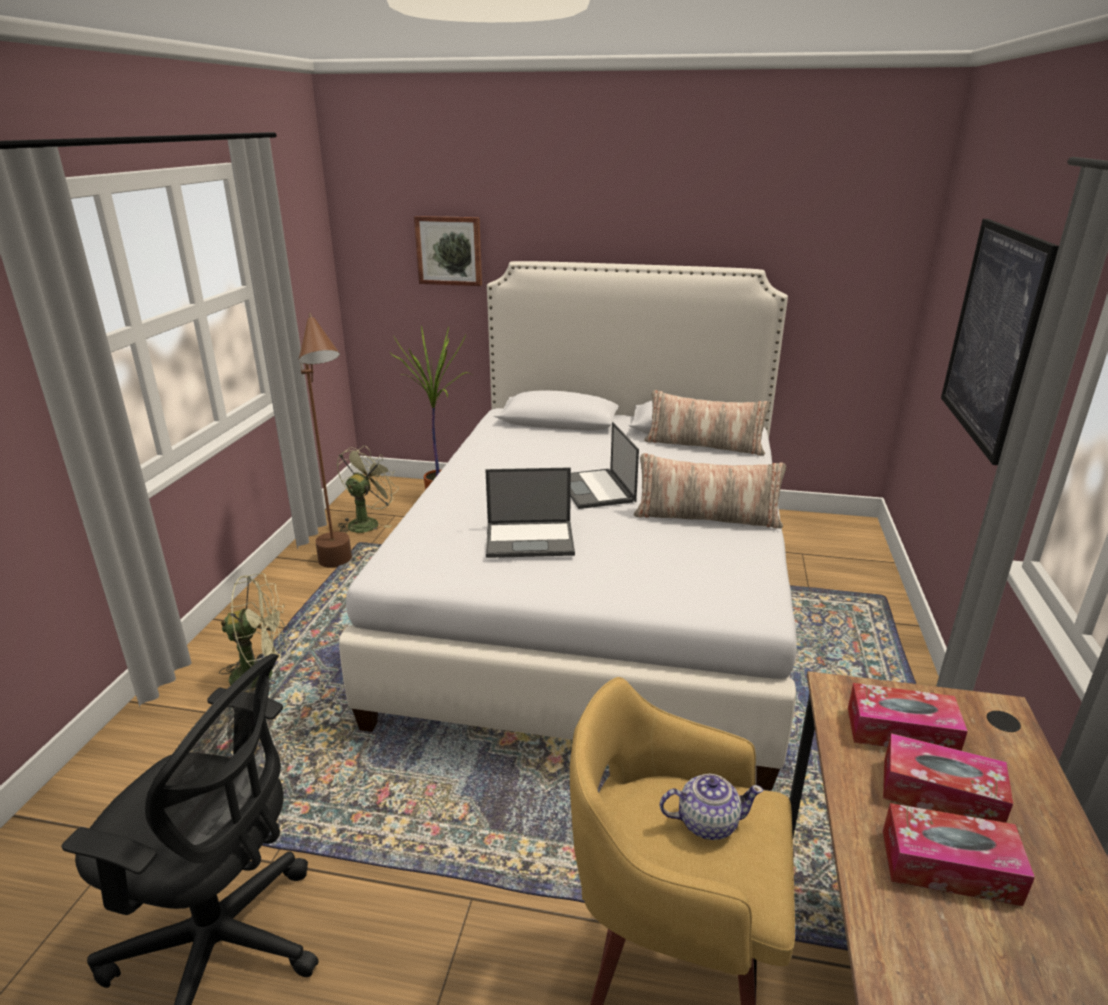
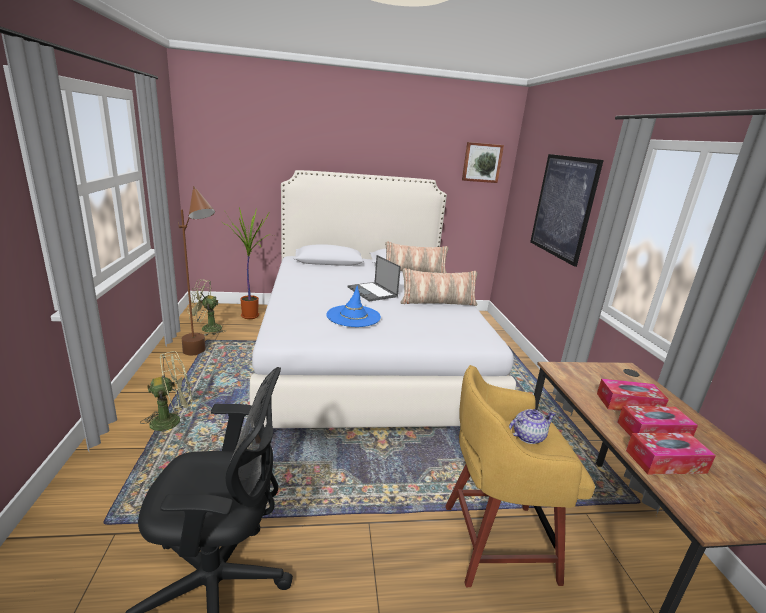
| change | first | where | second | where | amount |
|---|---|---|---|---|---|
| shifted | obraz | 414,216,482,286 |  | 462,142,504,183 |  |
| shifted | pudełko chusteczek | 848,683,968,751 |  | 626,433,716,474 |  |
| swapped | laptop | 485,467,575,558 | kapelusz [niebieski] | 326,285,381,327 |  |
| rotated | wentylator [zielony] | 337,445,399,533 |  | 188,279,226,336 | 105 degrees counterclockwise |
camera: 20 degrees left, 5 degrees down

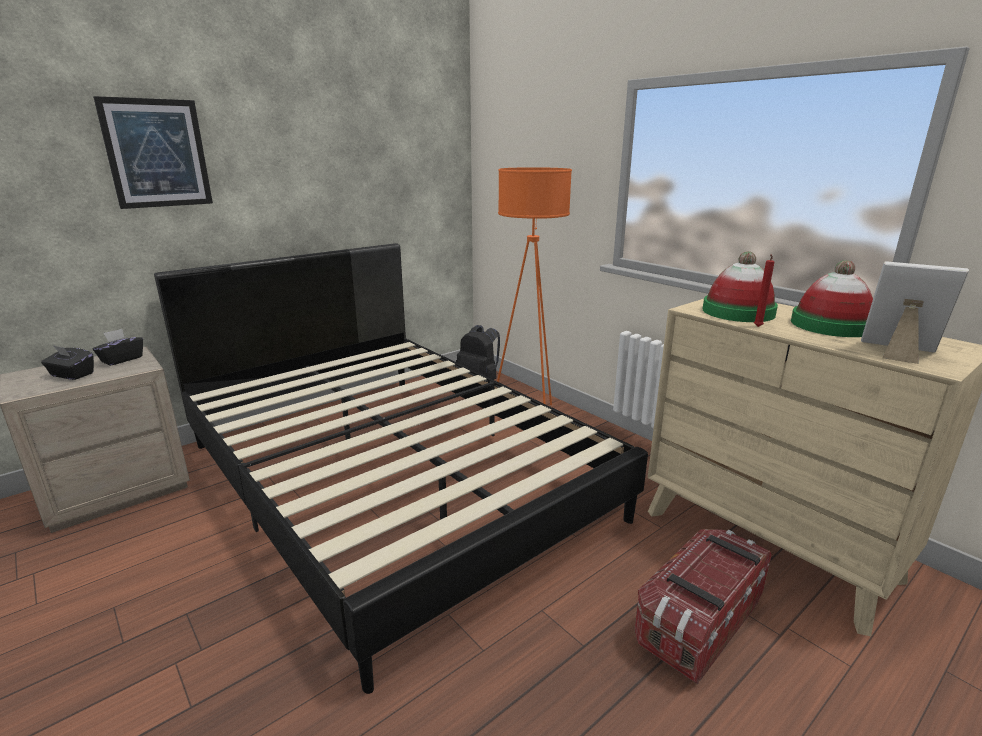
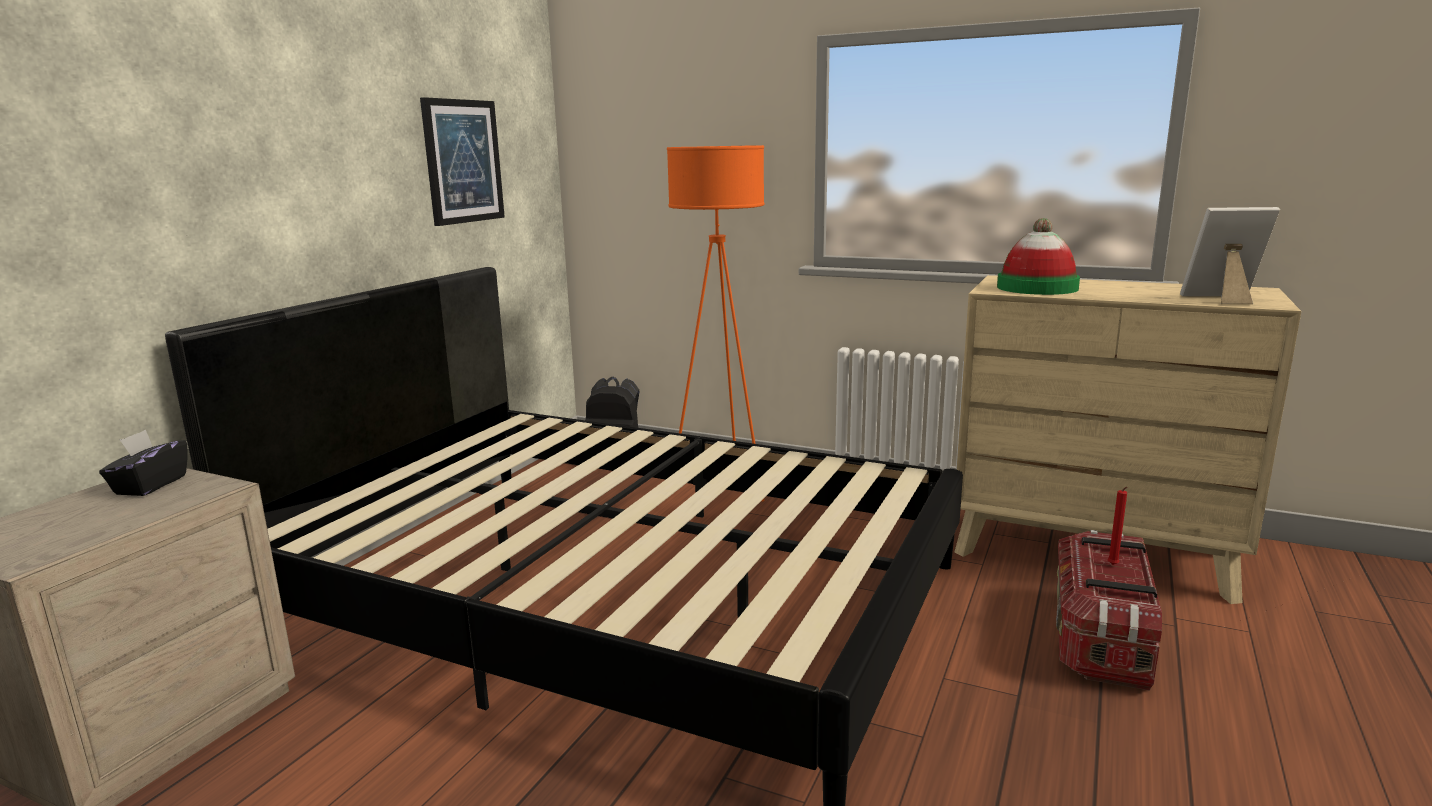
| change | first | where | second | where | amount |
|---|---|---|---|---|---|
| gone | pudełko chusteczek [czarny] | 41,345,94,380 |  |  |  |
| gone | kapelusz | 791,260,873,337 |  |  |  |
| shifted | obraz | 93,96,213,209 |  | 420,97,505,226 |  |
| shifted | świeca [czerwony] | 754,255,775,327 |  | 1108,487,1127,565 |  |
camera: 25 degrees left, 5 degrees down

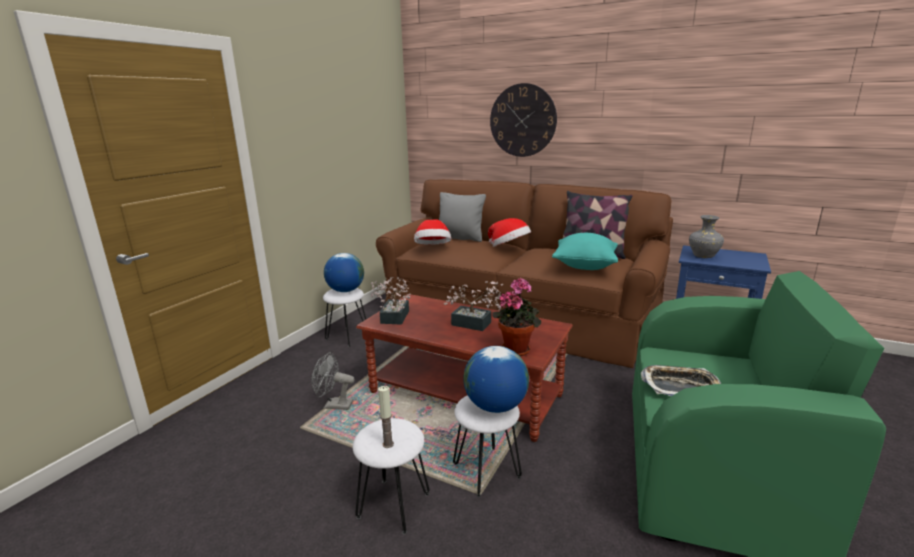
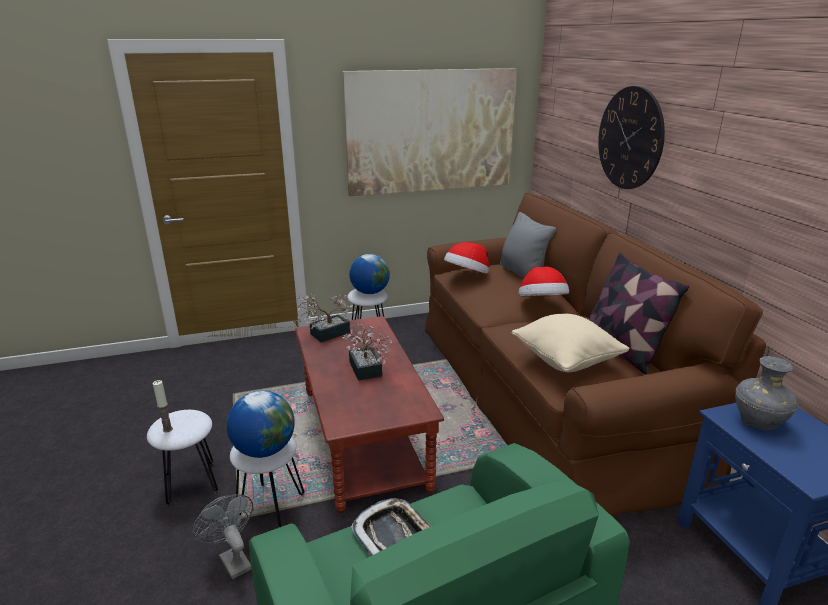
| change | first | where | second | where | amount |
|---|---|---|---|---|---|
| gone | roślina doniczkowa | 492,278,541,356 |  |  |  |
| new |  |  | obraz | 343,68,517,196 |  |
| shifted | wentylator [szary] | 311,352,355,410 |  | 193,494,253,580 |  |
| repainted | poduszka [turkusowy] | 552,233,618,270 | poduszka [beżowy] | 512,314,630,372 |  |
camera: 45 degrees right, 5 degrees up

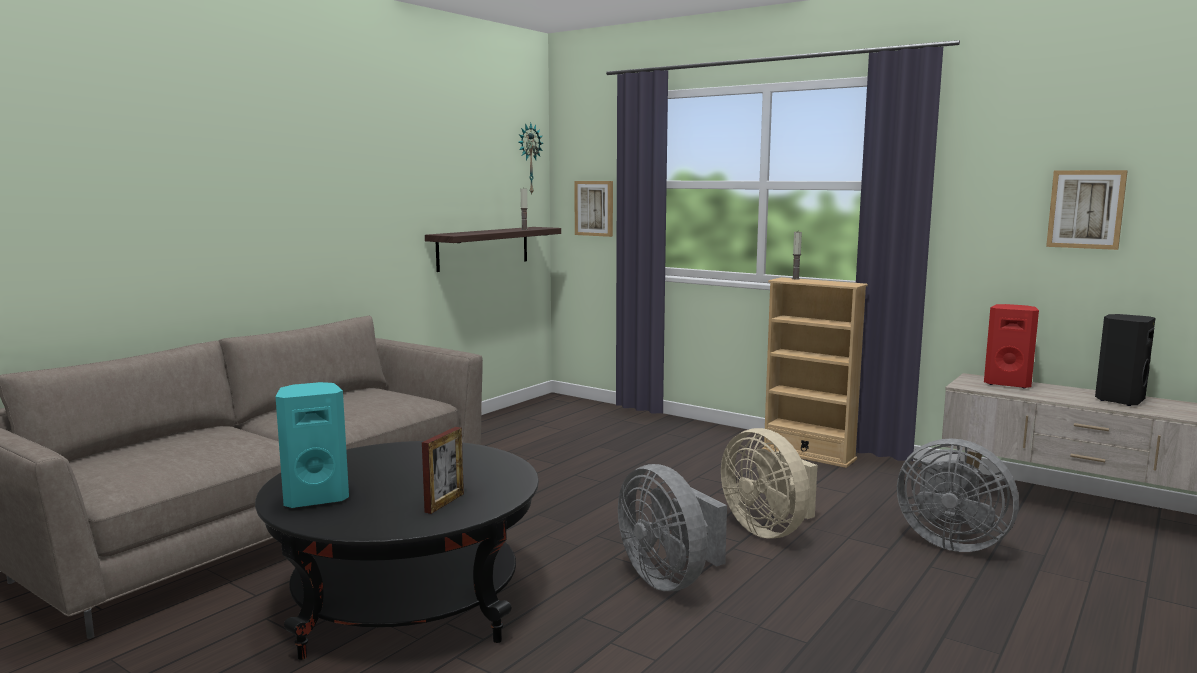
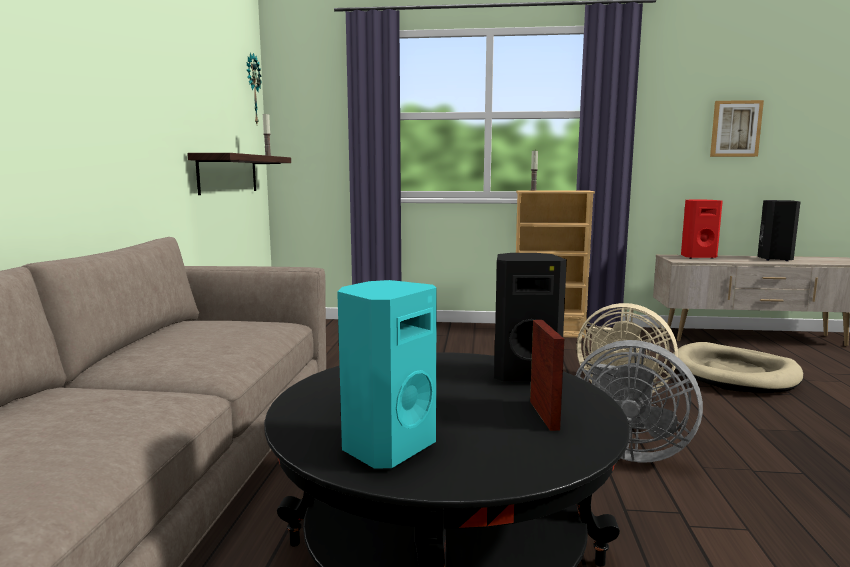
| change | first | where | second | where | amount |
|---|---|---|---|---|---|
| gone | obraz | 574,181,613,237 |  |  |  |
| new |  |  | głośnik [czarny] | 494,253,567,382 |  |
| swapped | wentylator [szary] | 897,438,1019,552 | legowisko [beżowy] | 670,342,803,393 |  |
camera: 30 degrees left, 0 degrees up

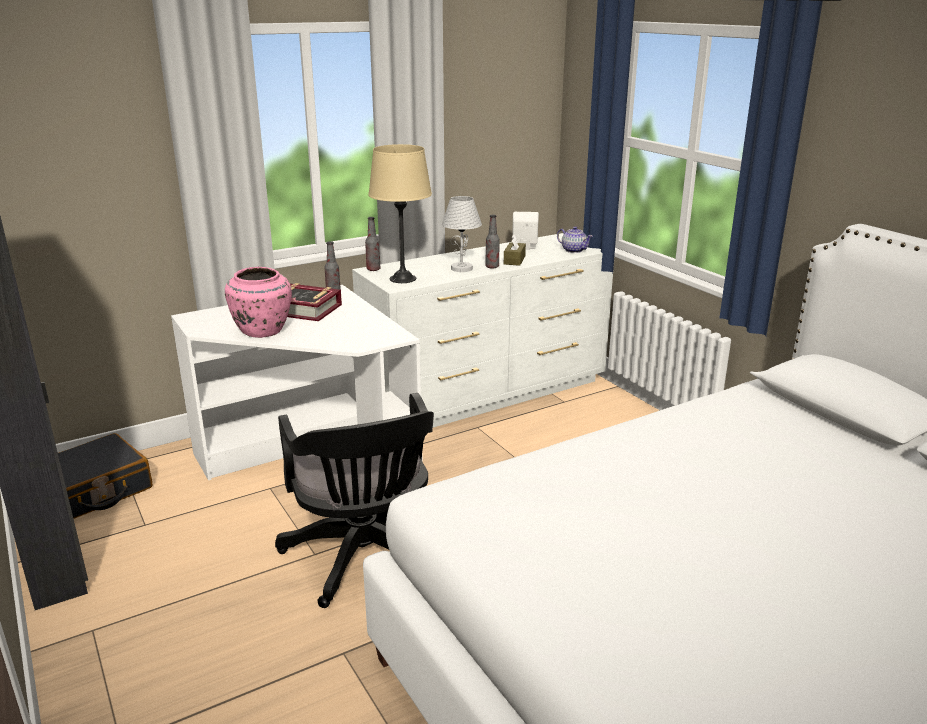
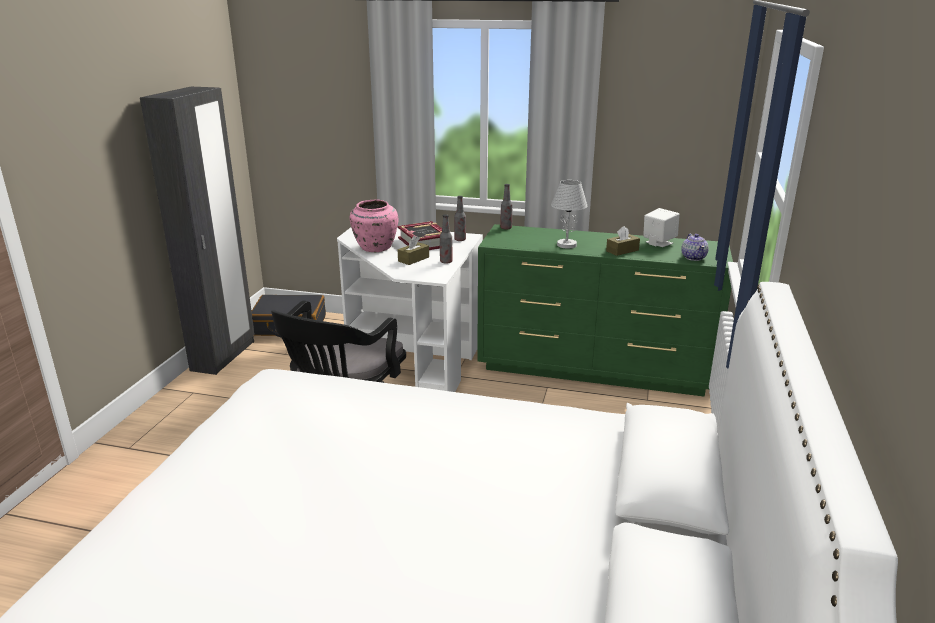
| change | first | where | second | where | amount |
|---|---|---|---|---|---|
| gone | lampa stołowa [beżowy] | 368,144,432,283 |  |  |  |
| new |  |  | pudełko chusteczek [brązowy] | 398,236,429,265 |  |
| shifted | butelka | 485,215,500,269 |  | 440,214,453,264 |  |
| repainted | komoda [biały] | 352,233,614,427 | komoda [zielony] | 477,224,733,397 |  |
camera: 45 degrees right, 0 degrees up

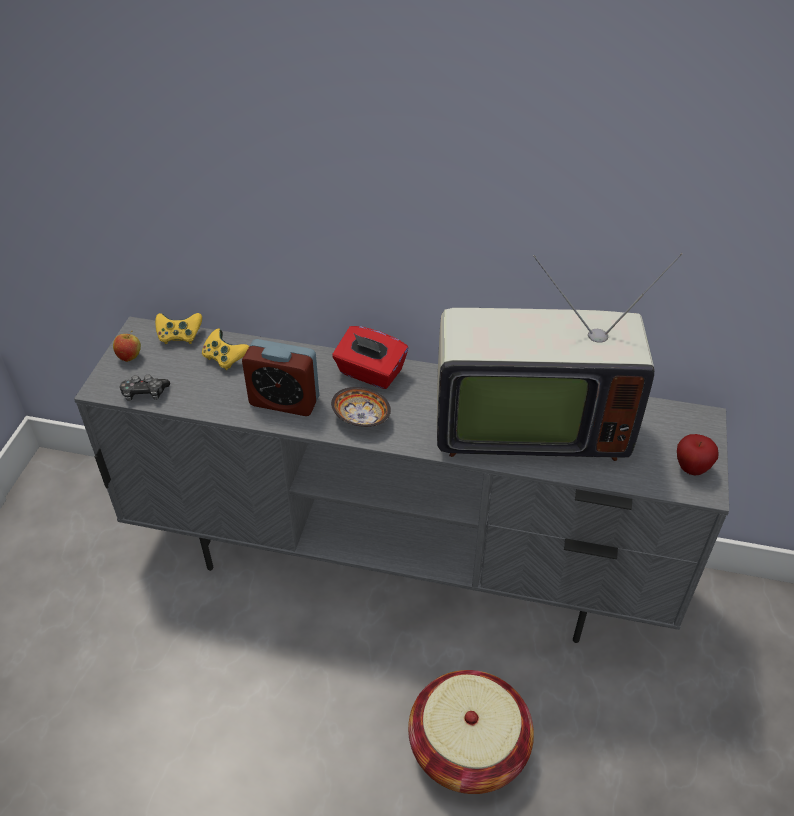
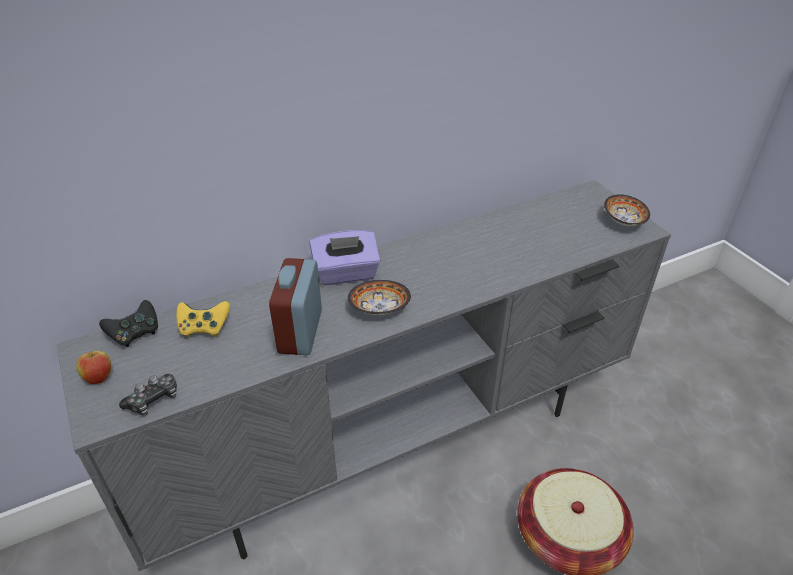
| change | first | where | second | where | amount |
|---|---|---|---|---|---|
| gone | telewizor | 437,253,683,461 |  |  |  |
| swapped | jabłko | 677,434,719,475 | miska | 604,195,650,226 |  |
| repainted | pad do gier [żółty] | 155,313,202,344 | pad do gier [czarny] | 99,300,158,347 |  |
| repainted | pudełko chusteczek [czerwony] | 332,326,408,389 | pudełko chusteczek [fioletowy] | 309,230,381,285 |  |
| rotated | budzik | 242,339,319,416 |  | 269,258,322,355 | 120 degrees clockwise |
camera: 40 degrees left, 5 degrees down

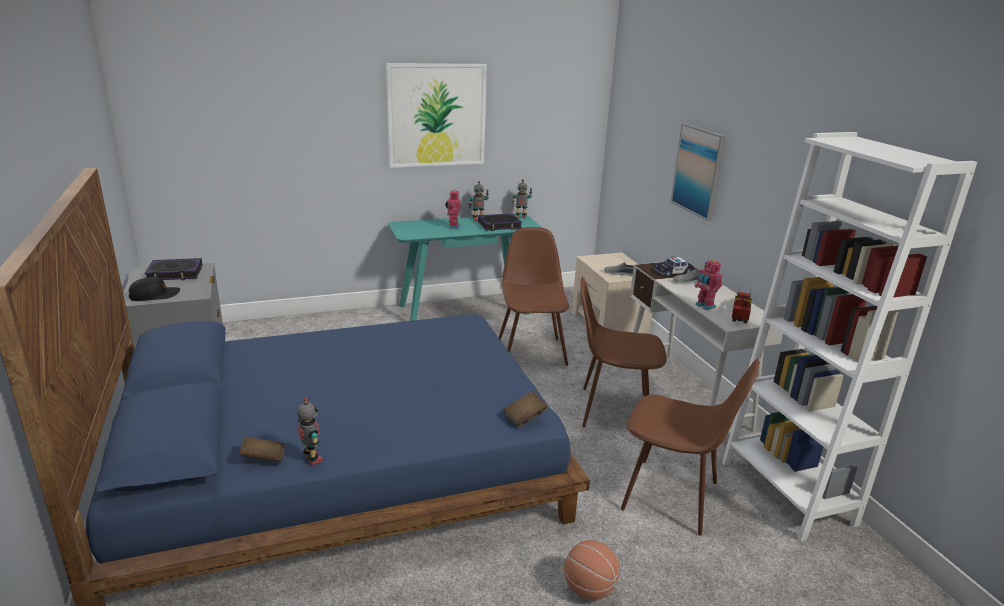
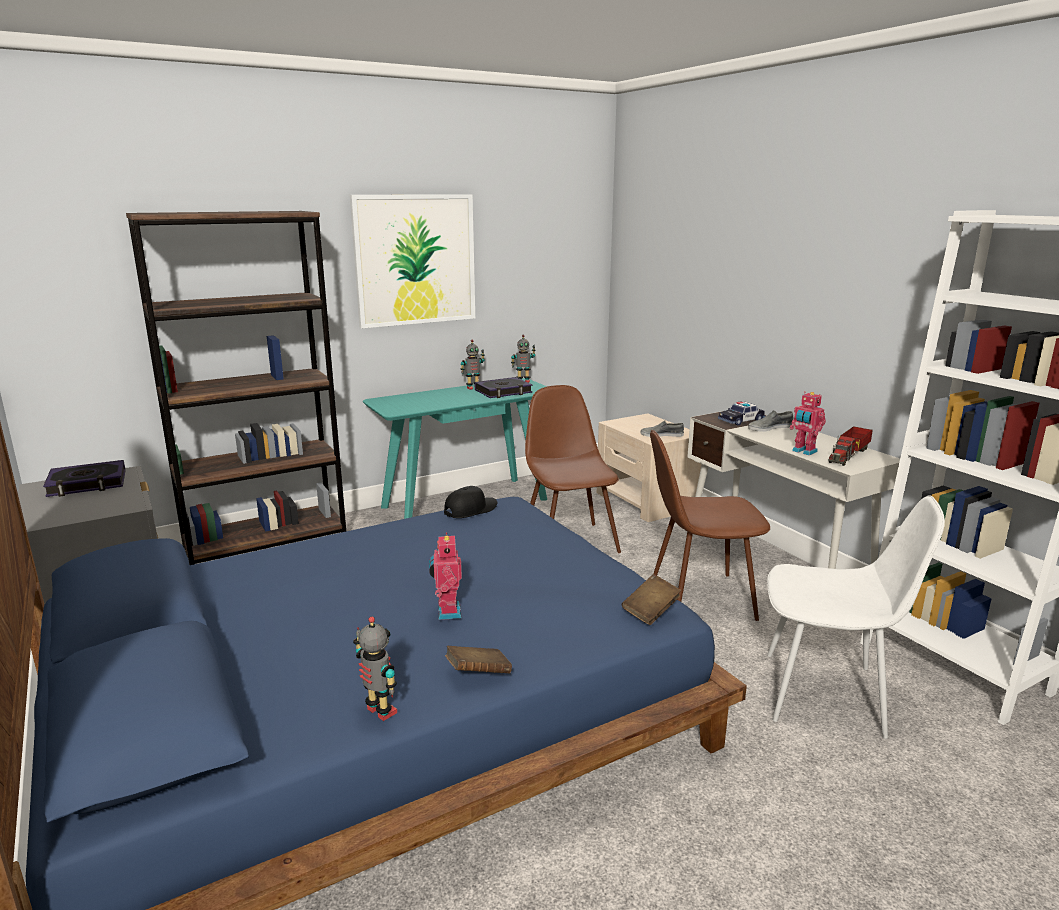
| change | first | where | second | where | amount |
|---|---|---|---|---|---|
| gone | piłka do koszykówki | 564,540,620,600 |  |  |  |
| gone | obraz | 671,124,726,221 |  |  |  |
| new |  |  | regał [brązowy] | 126,211,346,565 |  |
| shifted | czapka z daszkiem [czarny] | 128,277,180,301 |  | 444,486,497,518 |  |
| shifted | książka [brązowy] | 239,436,285,462 |  | 445,646,512,673 |  |
| shifted | robot zabawkowy | 446,190,461,229 |  | 429,532,462,620 |  |
| repainted | krzesło [brązowy] | 621,358,760,536 | krzesło [biały] | 767,495,945,739 |  |
| rotated | ciężarówka zabawkowa | 732,290,752,324 |  | 828,426,873,466 | 150 degrees counterclockwise |
camera: 10 degrees left, 5 degrees down

